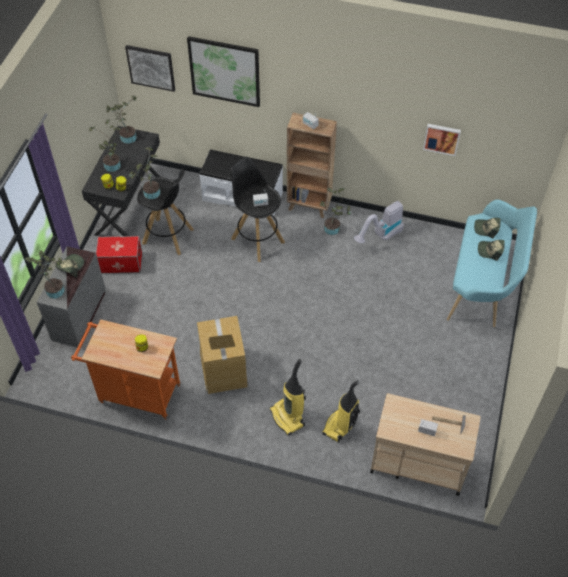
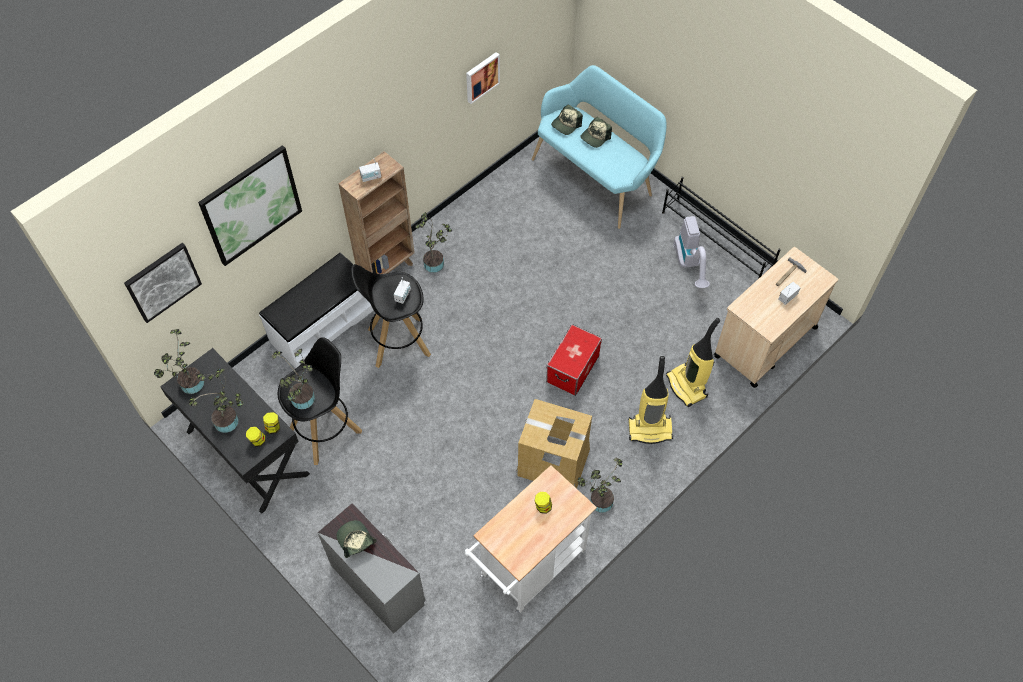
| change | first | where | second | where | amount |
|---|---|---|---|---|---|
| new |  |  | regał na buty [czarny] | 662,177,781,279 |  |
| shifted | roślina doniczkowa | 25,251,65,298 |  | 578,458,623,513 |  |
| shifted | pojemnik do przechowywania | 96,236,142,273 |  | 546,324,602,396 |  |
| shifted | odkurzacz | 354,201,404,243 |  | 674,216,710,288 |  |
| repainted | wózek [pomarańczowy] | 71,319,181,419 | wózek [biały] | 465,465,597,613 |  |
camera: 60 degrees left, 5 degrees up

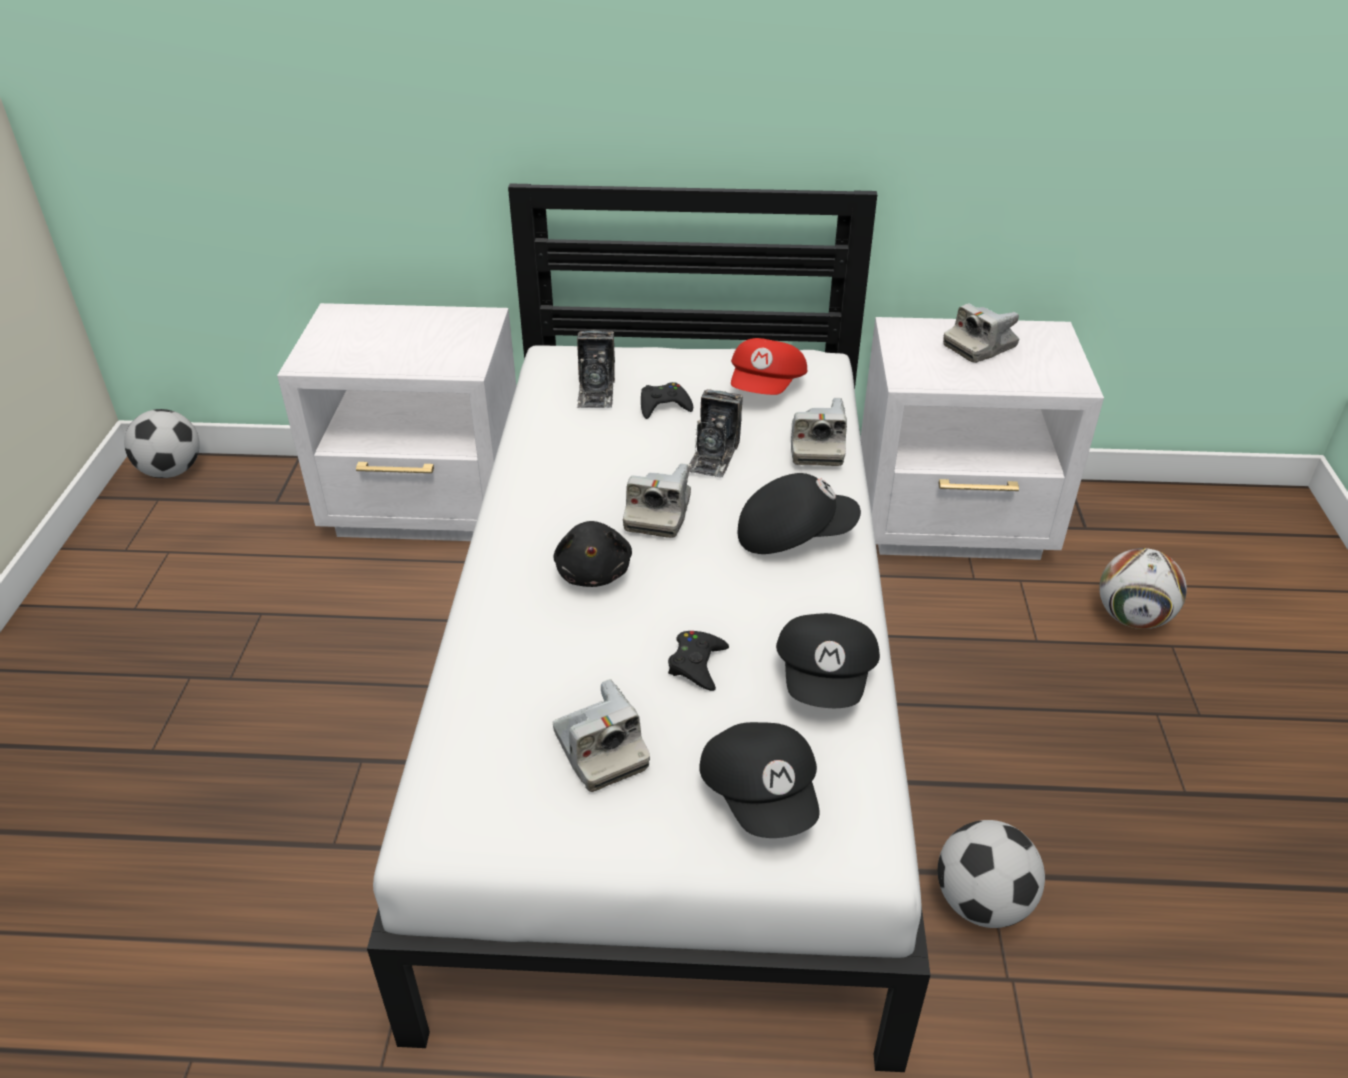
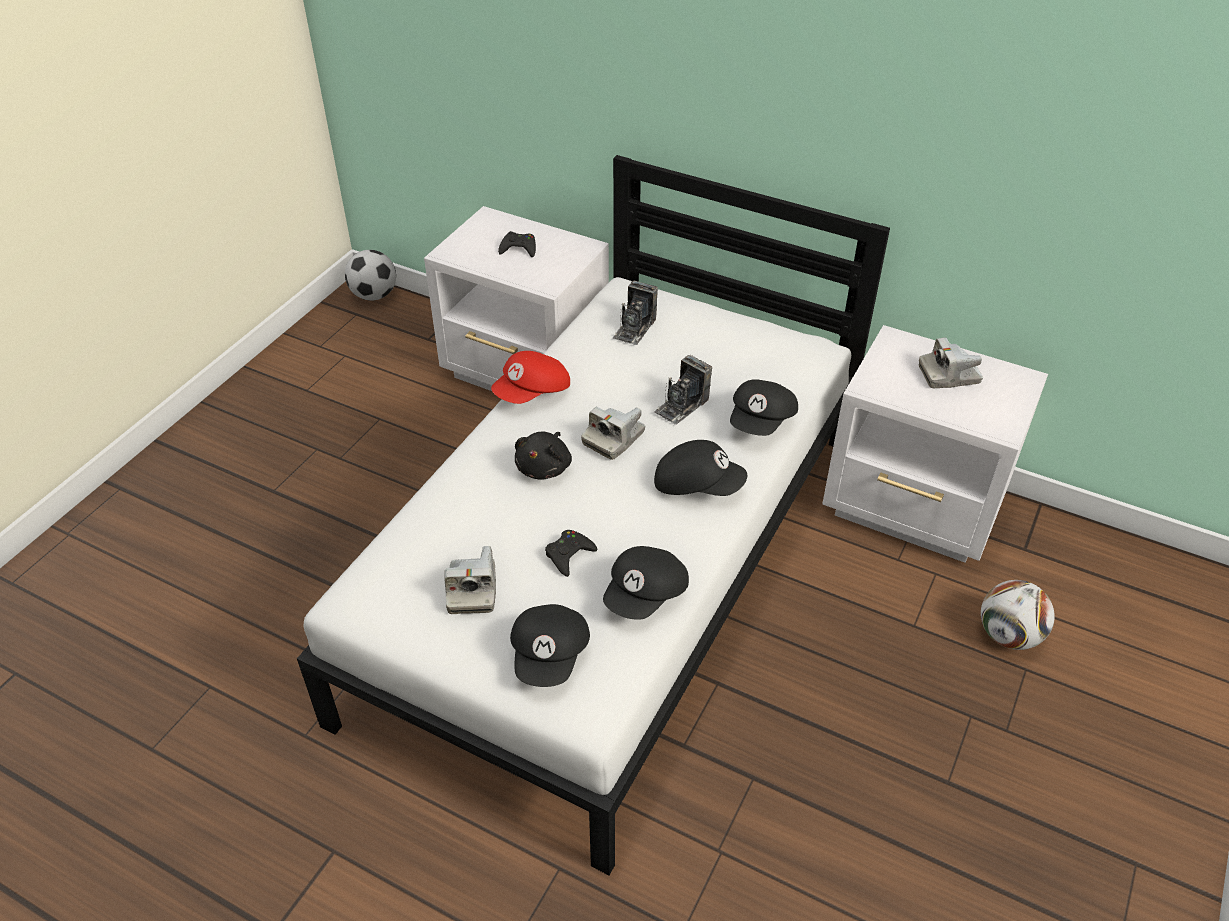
| change | first | where | second | where | amount |
|---|---|---|---|---|---|
| gone | piłka futbolowa | 938,820,1045,928 |  |  |  |
| shifted | pad do gier [czarny] | 641,382,693,419 |  | 498,231,536,257 |  |
| shifted | czapka z daszkiem [czerwony] | 731,338,807,395 |  | 491,351,570,404 |  |
| swapped | aparat fotograficzny | 791,398,847,466 | czapka z daszkiem [czarny] | 730,379,798,436 |  |
camera: 25 degrees right, 5 degrees up

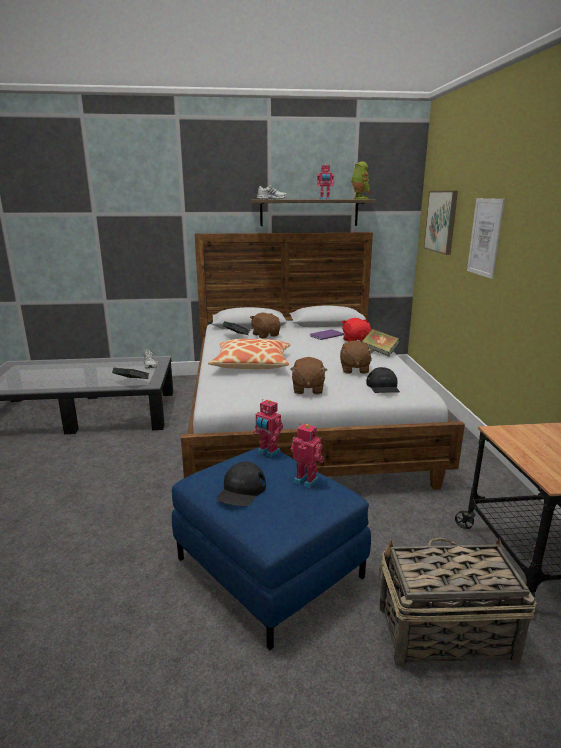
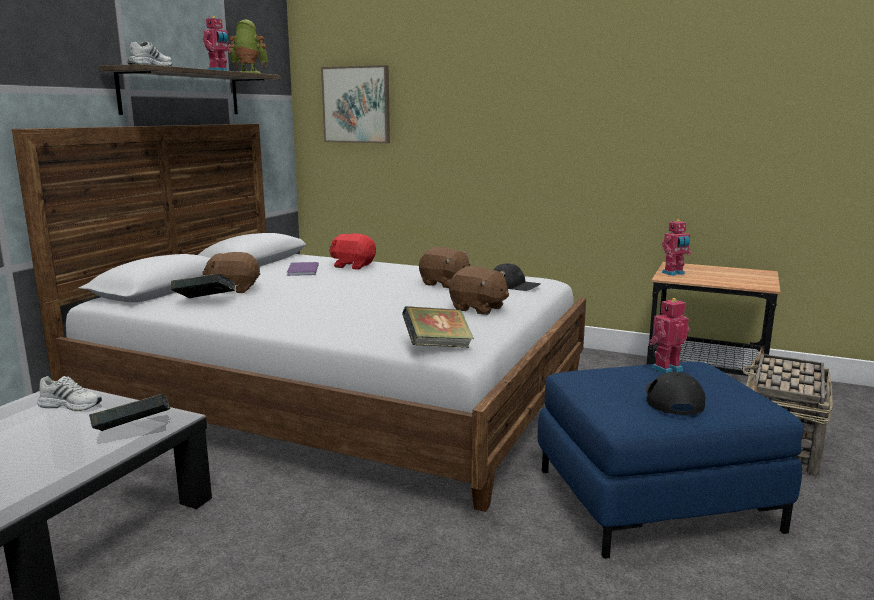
| change | first | where | second | where | amount |
|---|---|---|---|---|---|
| gone | poduszka | 208,339,291,369 |  |  |  |
| gone | obraz | 467,198,505,279 |  |  |  |
| shifted | robot zabawkowy | 253,399,283,457 |  | 662,219,691,276 |  |
| shifted | książka | 362,329,400,356 |  | 402,306,474,348 |  |
| rotated | czapka z daszkiem [czarny] | 217,462,266,506 |  | 645,372,705,415 | 135 degrees counterclockwise |
camera: 60 degrees left, 5 degrees down

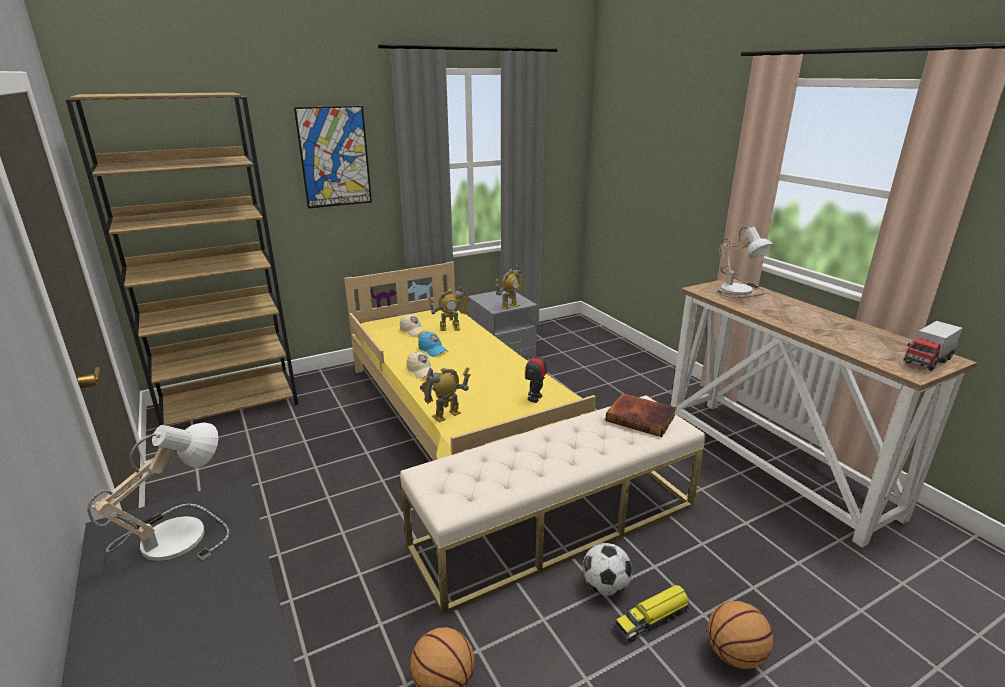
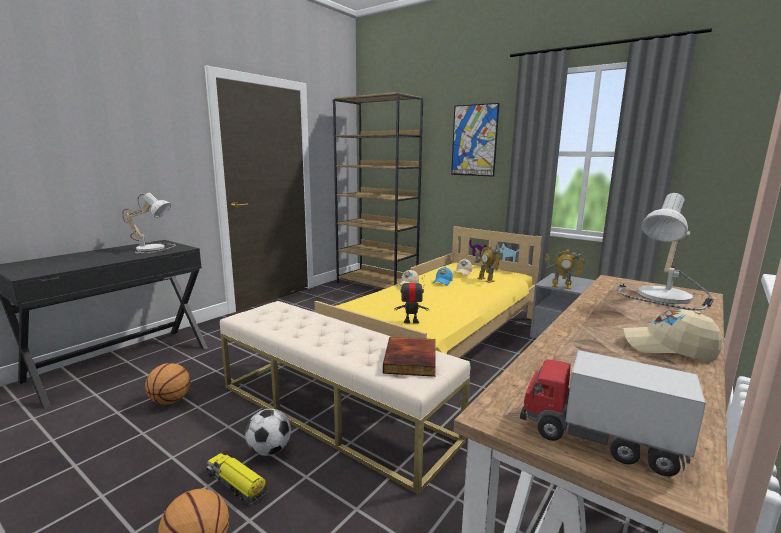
| change | first | where | second | where | amount |
|---|---|---|---|---|---|
| gone | robot zabawkowy | 420,367,470,422 |  |  |  |
| new |  |  | czapka z daszkiem [beżowy] | 623,309,722,361 |  |
camera: 65 degrees right, 10 degrees down

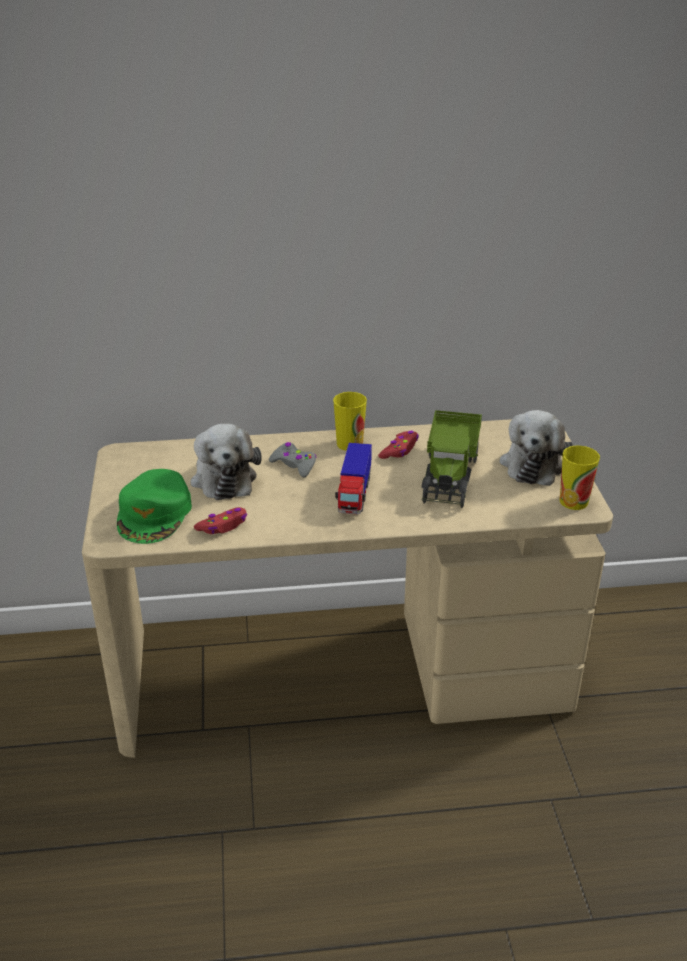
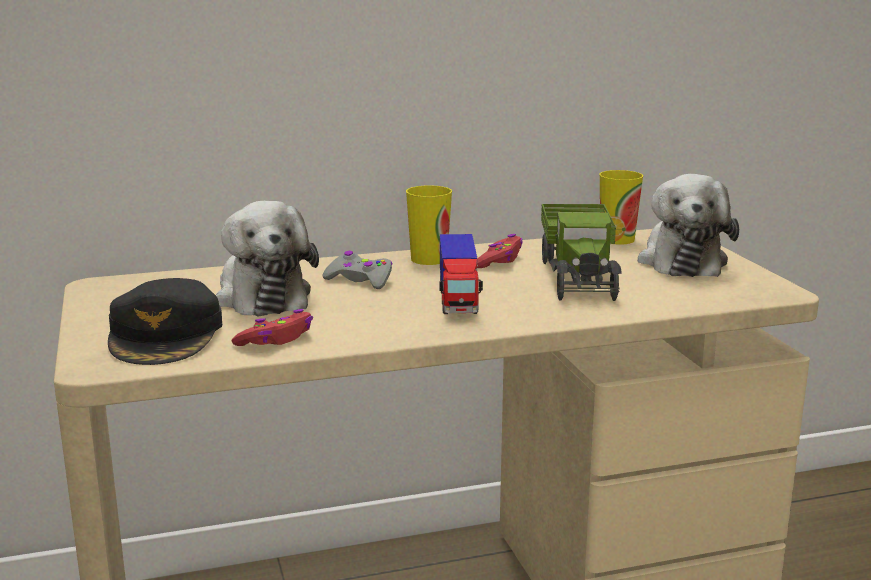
| change | first | where | second | where | amount |
|---|---|---|---|---|---|
| shifted | filiżanka | 560,446,600,510 |  | 599,170,643,245 |  |
| repainted | czapka z daszkiem [zielony] | 117,469,192,544 | czapka z daszkiem [czarny] | 108,278,222,365 |  |
camera: 10 degrees left, 15 degrees down

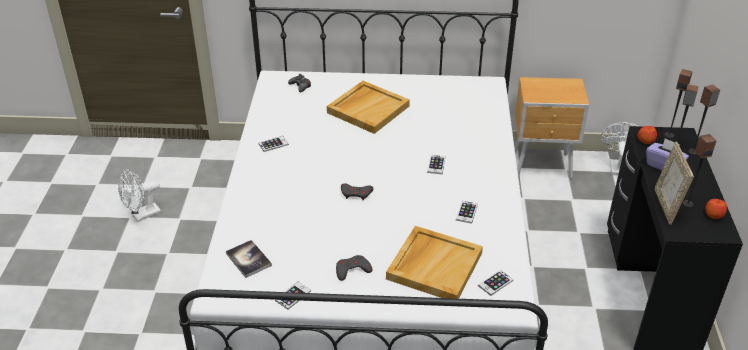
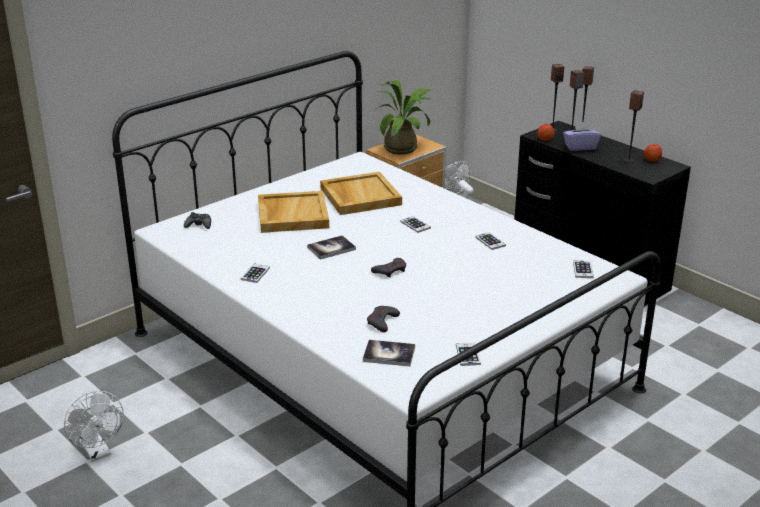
| change | first | where | second | where | amount |
|---|---|---|---|---|---|
| gone | ramka na zdjęcie | 655,142,694,225 |  |  |  |
| new |  |  | książka | 307,235,356,260 |  |
| new |  |  | roślina doniczkowa | 373,80,431,155 |  |
| shifted | pad do gier [szary] | 336,255,372,281 |  | 367,306,400,332 |  |
| shifted | taca [beżowy] | 386,226,483,299 |  | 320,172,402,215 |  |
| rotated | wentylator [biały] | 118,169,161,222 |  | 64,391,124,462 | 45 degrees counterclockwise |
camera: 45 degrees left, 10 degrees down

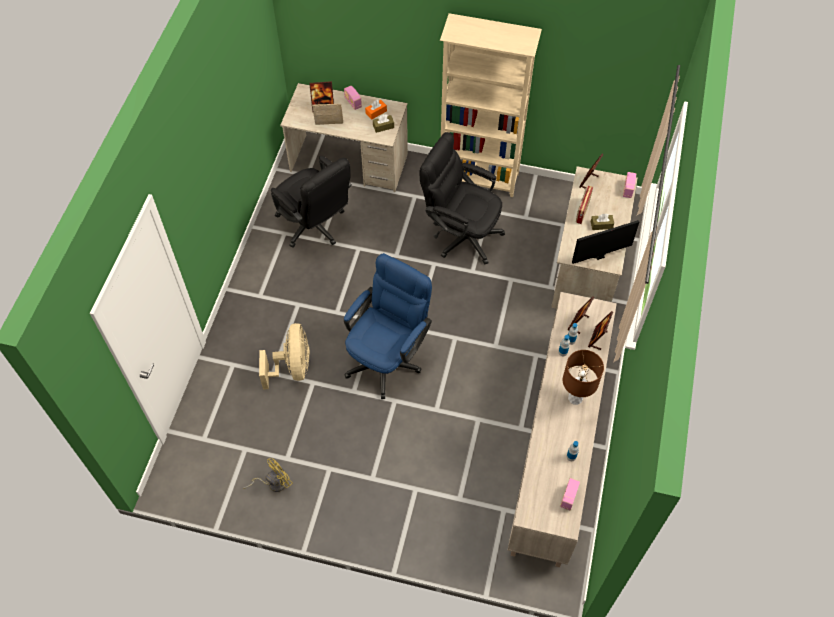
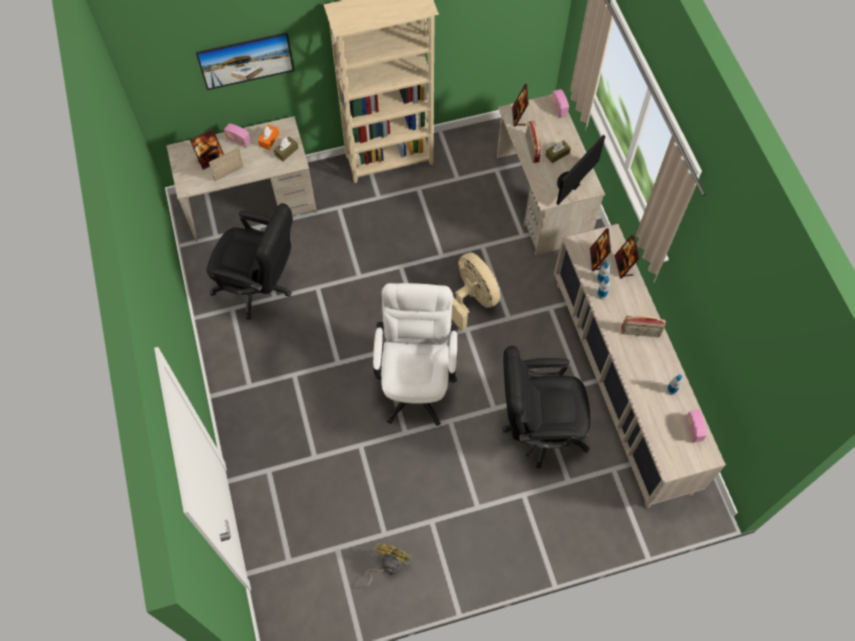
| change | first | where | second | where | amount |
|---|---|---|---|---|---|
| new |  |  | obraz | 196,32,294,90 |  |
| shifted | wentylator [beżowy] | 259,323,310,390 |  | 452,252,500,331 |  |
| shifted | krzesło biurowe [czarny] | 420,132,505,264 |  | 503,346,590,468 |  |
| swapped | lampa stołowa [brązowy] | 563,350,604,405 | radio | 621,316,666,337 |  |
| repainted | krzesło biurowe [niebieski] | 344,253,432,399 | krzesło biurowe [biały] | 373,283,458,426 |  |
camera: 30 degrees left, 5 degrees up

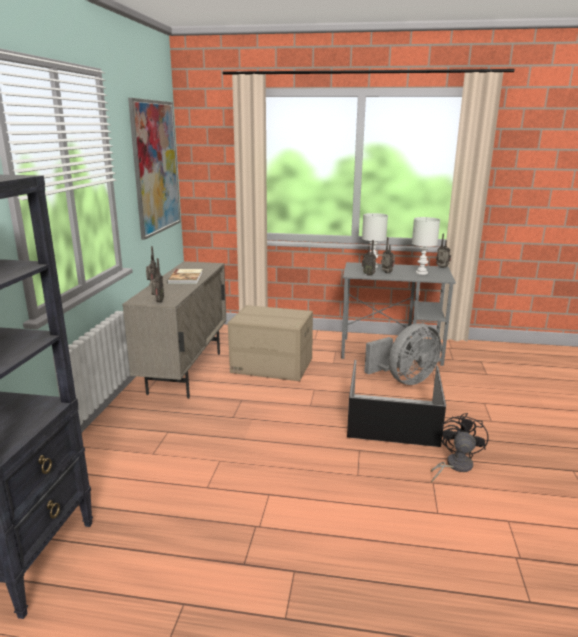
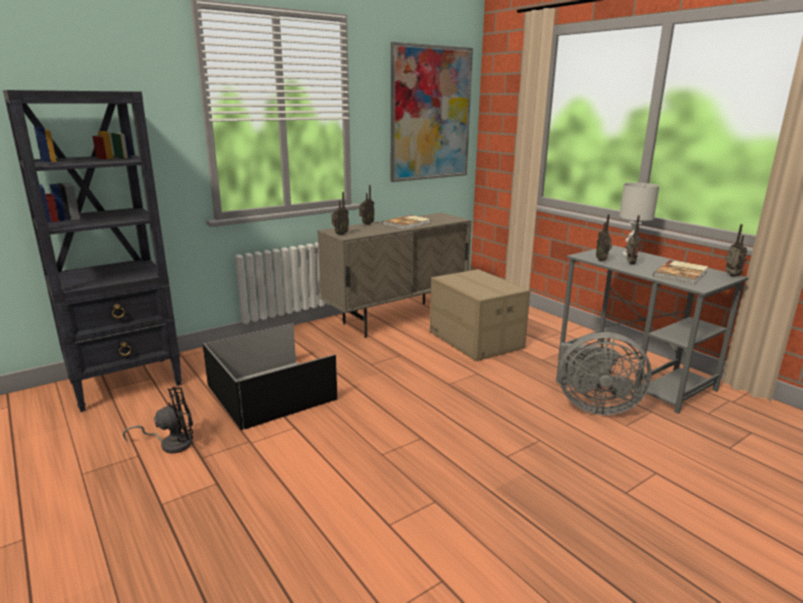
| change | first | where | second | where | amount |
|---|---|---|---|---|---|
| shifted | pojemnik do przechowywania [czarny] | 347,360,446,447 |  | 202,323,338,430 |  |
| shifted | wentylator [czarny] | 431,413,488,483 |  | 123,387,193,454 |  |
| swapped | lampa stołowa [biały] | 412,217,440,275 | książka | 653,260,708,284 |  |
camera: 45 degrees right, 0 degrees up

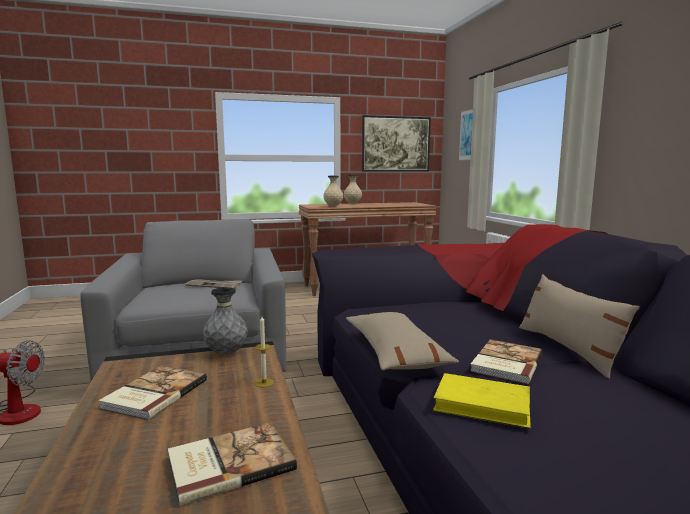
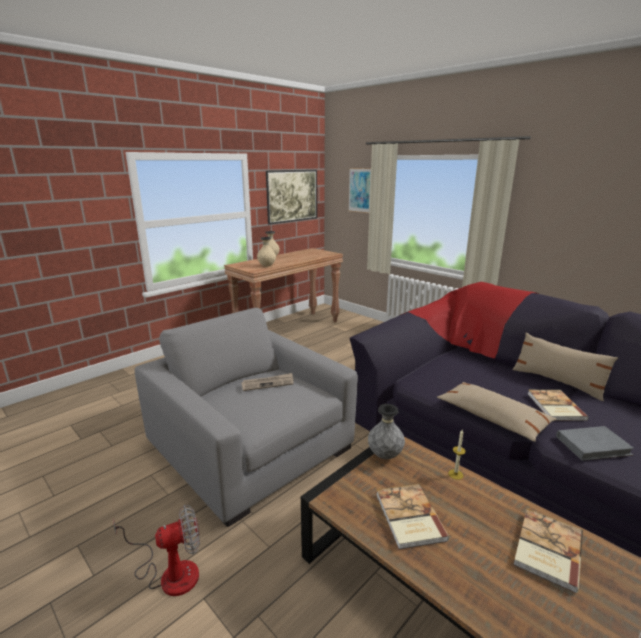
| change | first | where | second | where | amount |
|---|---|---|---|---|---|
| repainted | książka [żółty] | 433,373,531,429 | książka [szary] | 556,426,634,461 |  |
camera: 30 degrees left, 10 degrees up

